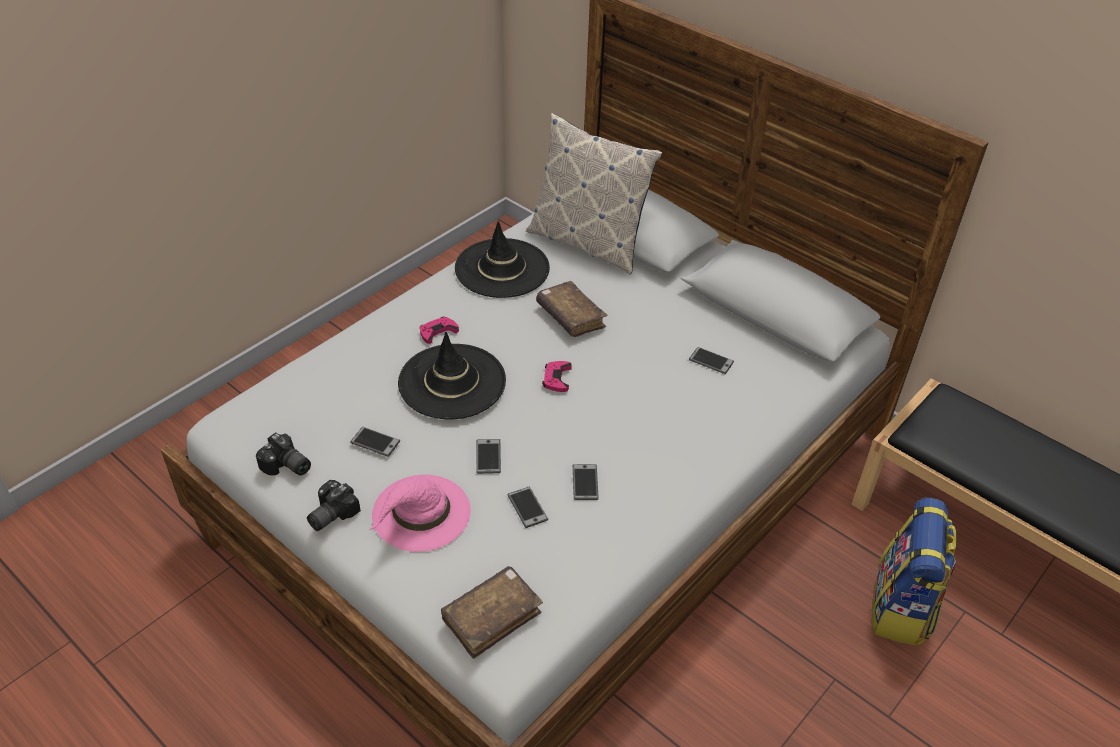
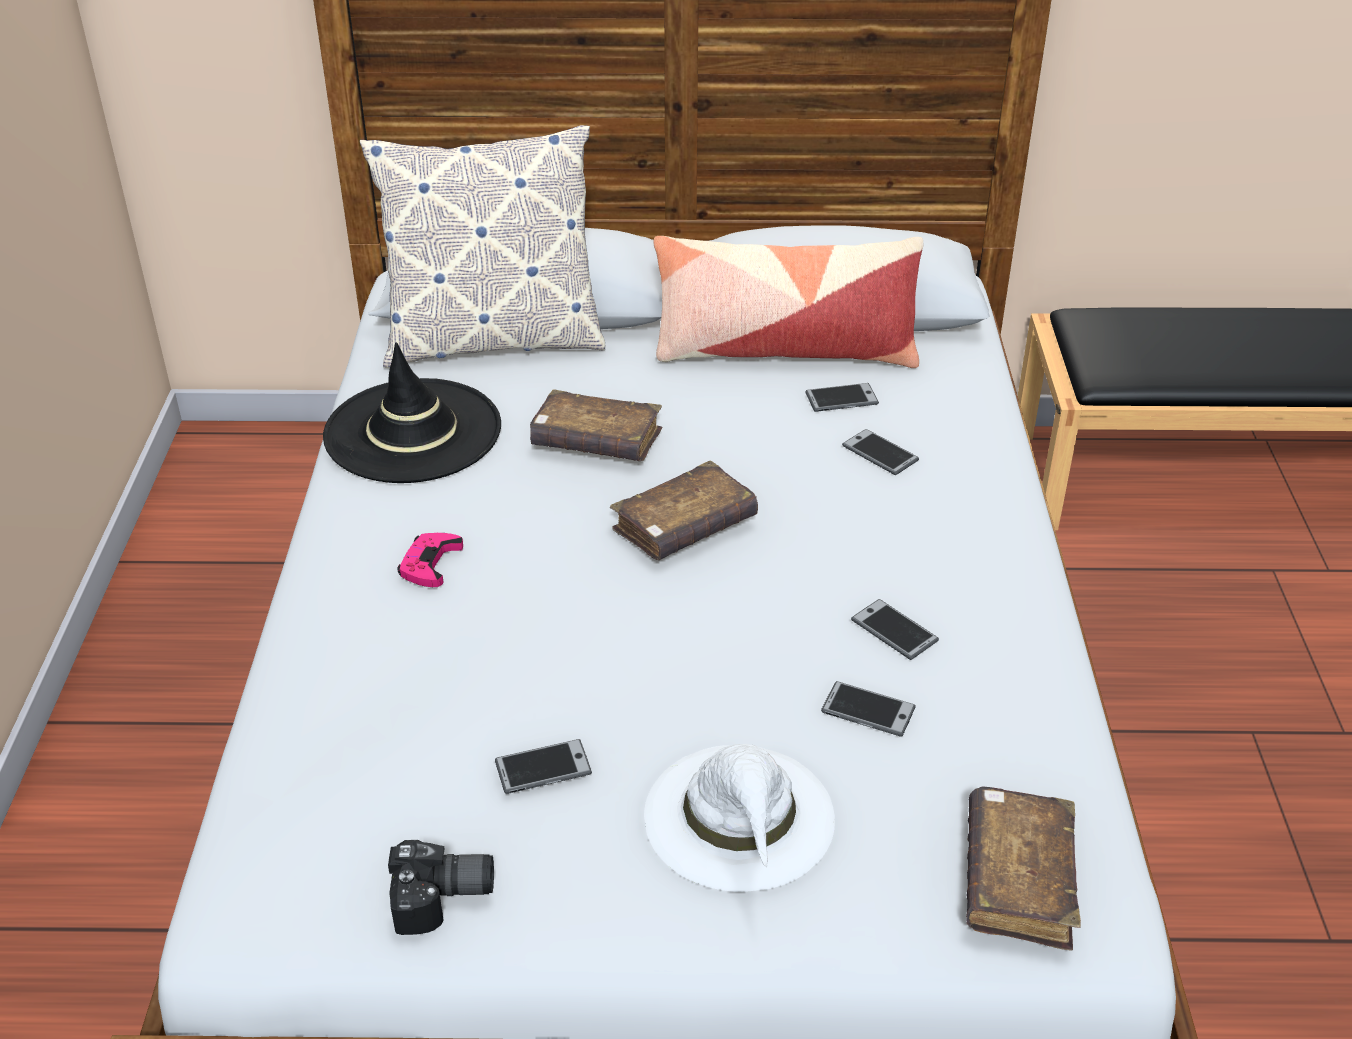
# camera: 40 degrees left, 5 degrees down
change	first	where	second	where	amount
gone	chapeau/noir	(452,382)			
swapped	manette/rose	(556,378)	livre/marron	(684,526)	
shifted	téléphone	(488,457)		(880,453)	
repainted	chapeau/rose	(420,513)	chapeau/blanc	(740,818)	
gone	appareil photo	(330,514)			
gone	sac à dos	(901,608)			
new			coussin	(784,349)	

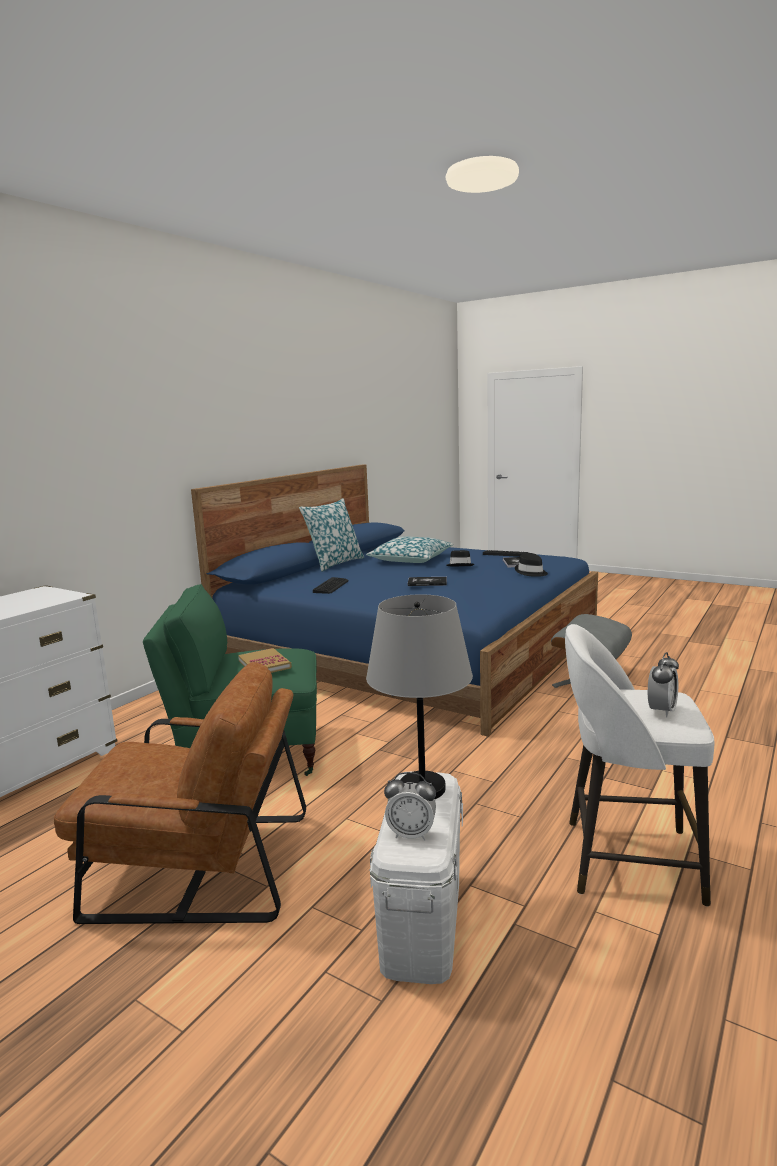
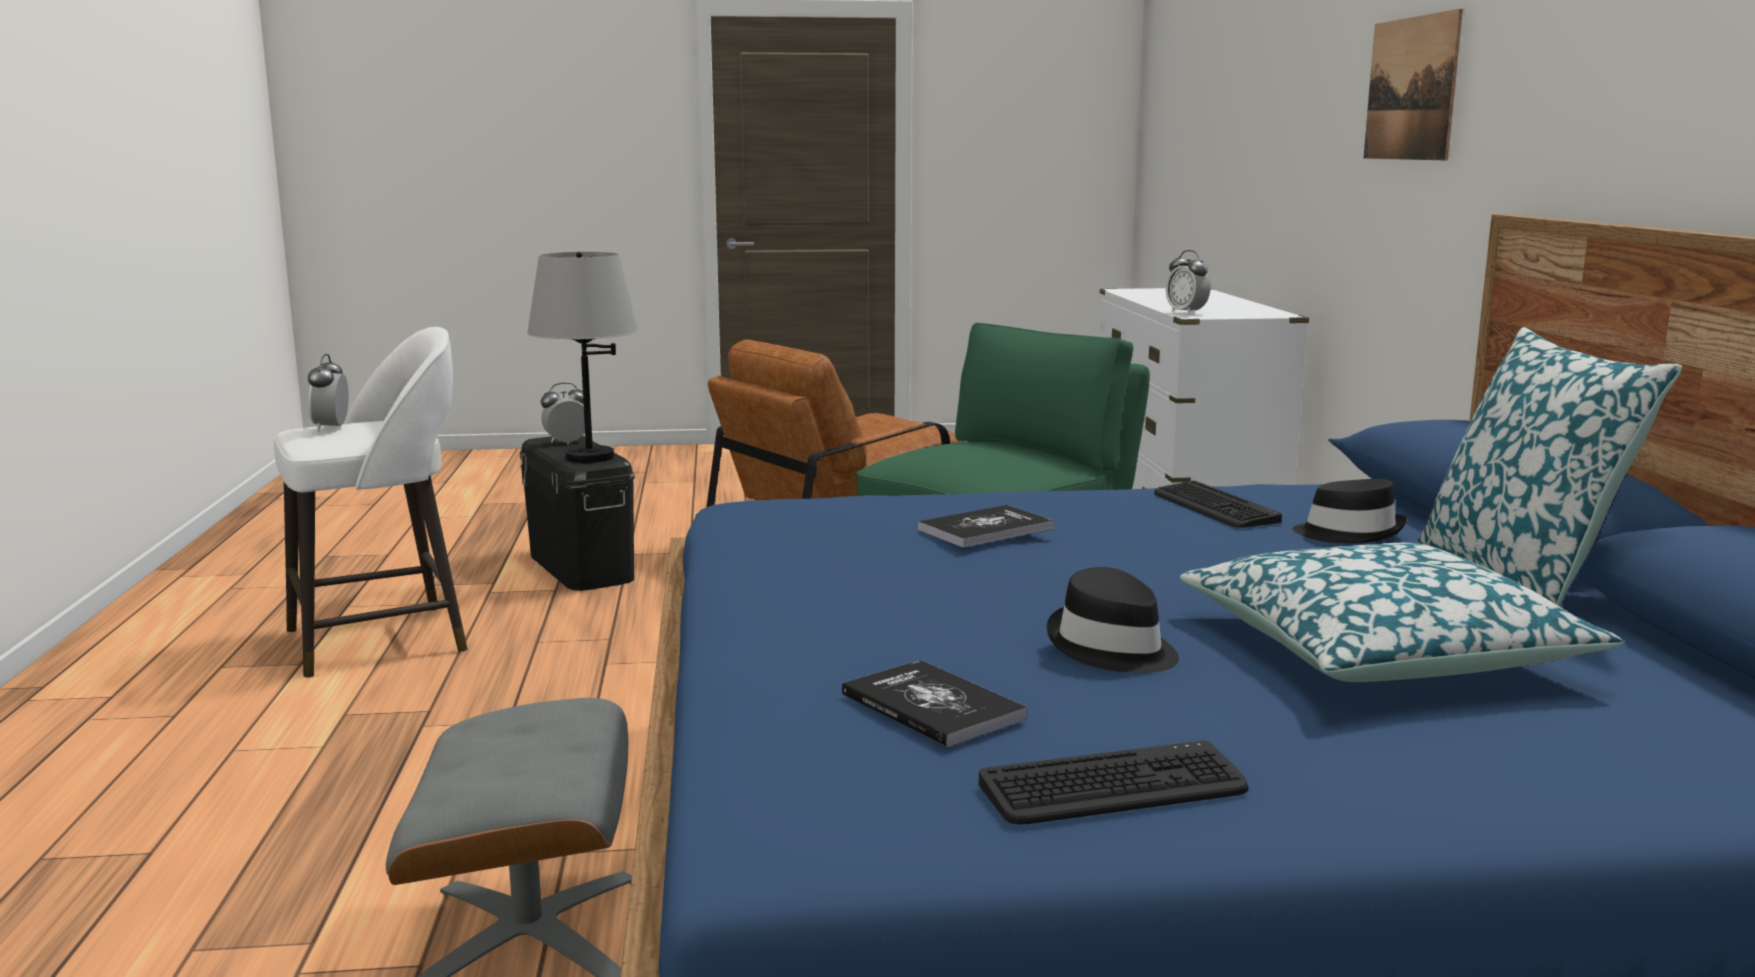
# camera: 140 degrees right, 0 degrees up
change	first	where	second	where	amount
shifted	chapeau/noir	(531,572)		(1349,533)	
gone	livre	(264,664)			
repainted	boîte de rangement/blanc	(422,921)	boîte de rangement/noir	(580,567)	
new			tableau	(1411,88)	
new			réveil	(1186,312)	

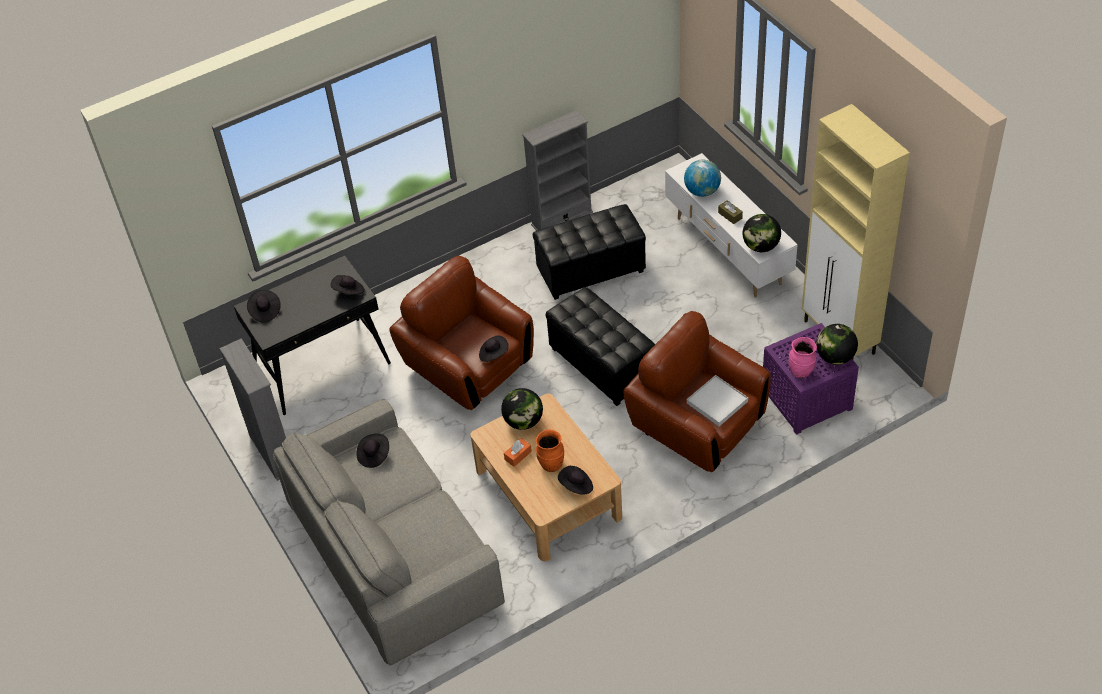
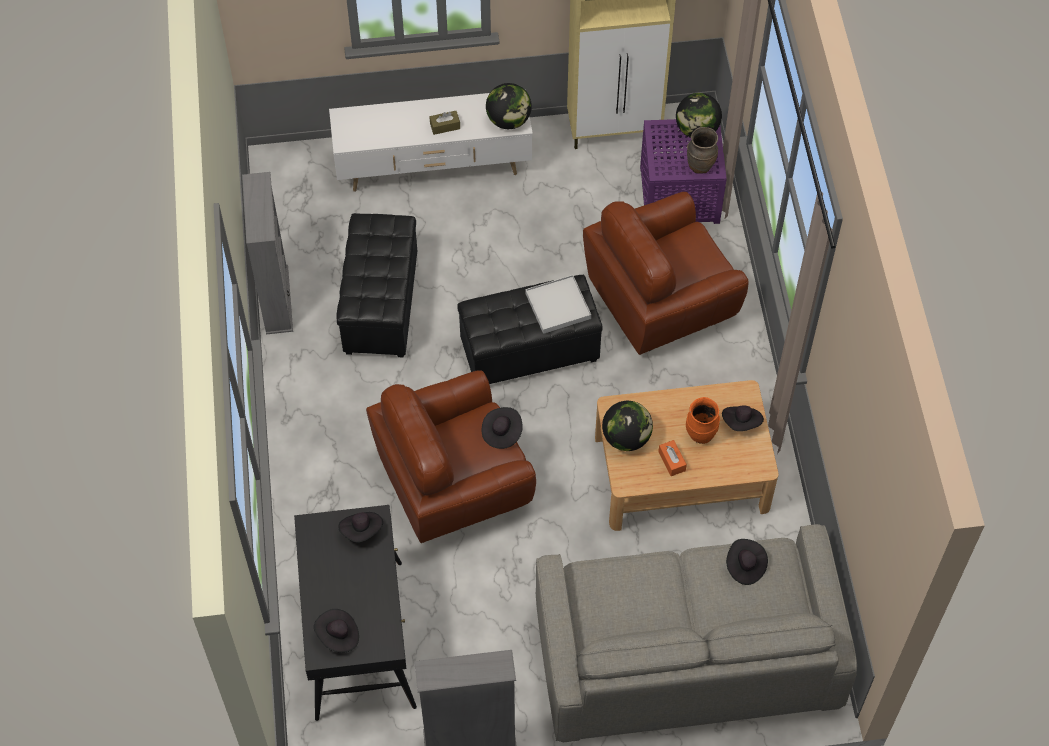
# camera: 70 degrees left, 10 degrees up
change	first	where	second	where	amount
gone	globe	(702,191)			
repainted	vase/rose	(801,372)	vase/marron	(700,165)	
shifted	plateau/blanc	(717,402)		(557,306)	
shifted	chapeau/noir	(374,455)		(745,566)	

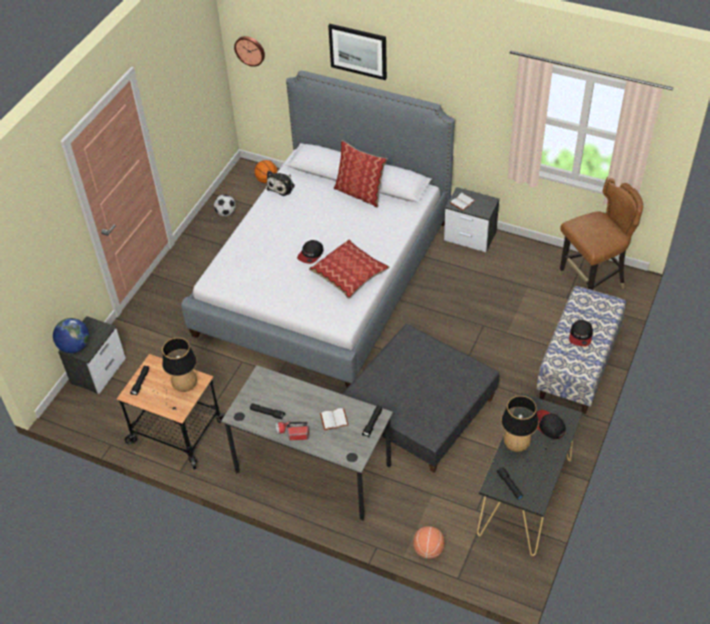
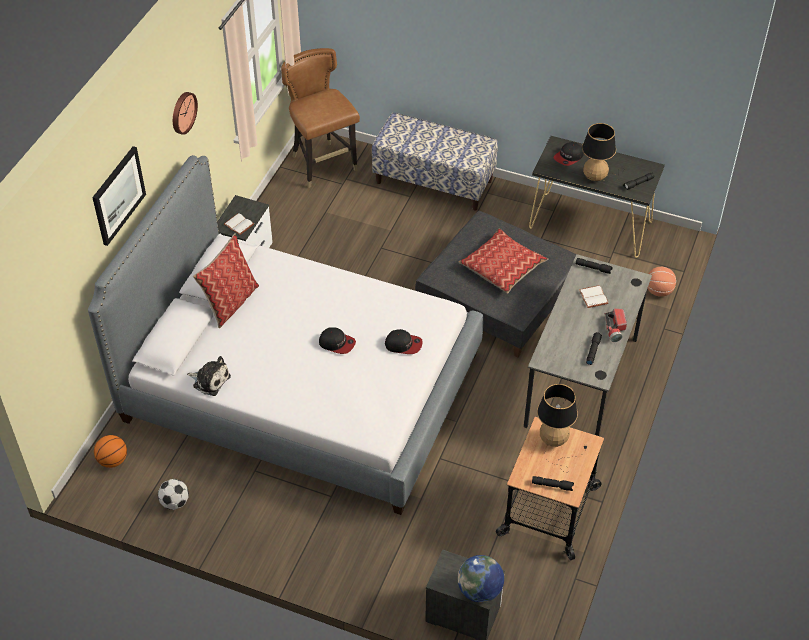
# camera: 95 degrees left, 0 degrees up
change	first	where	second	where	amount
shifted	horloge murale	(250,50)		(182,112)	
shifted	coussin	(349,274)		(502,267)	
shifted	casquette	(581,335)		(403,344)	

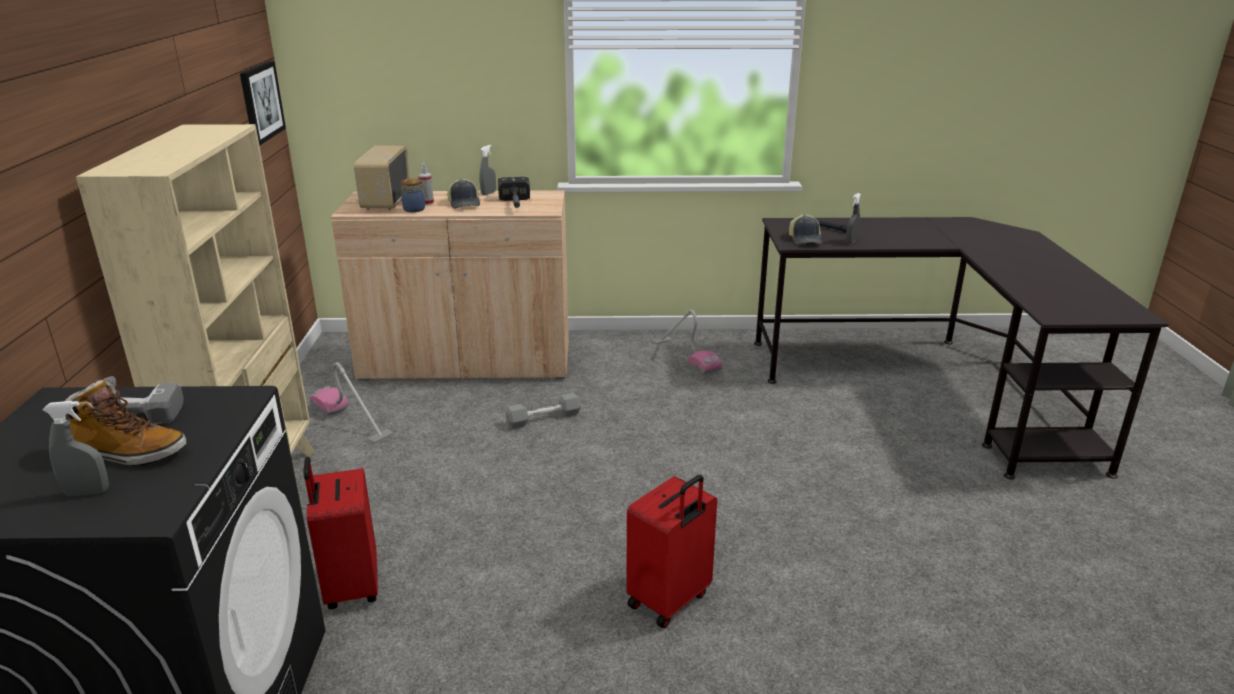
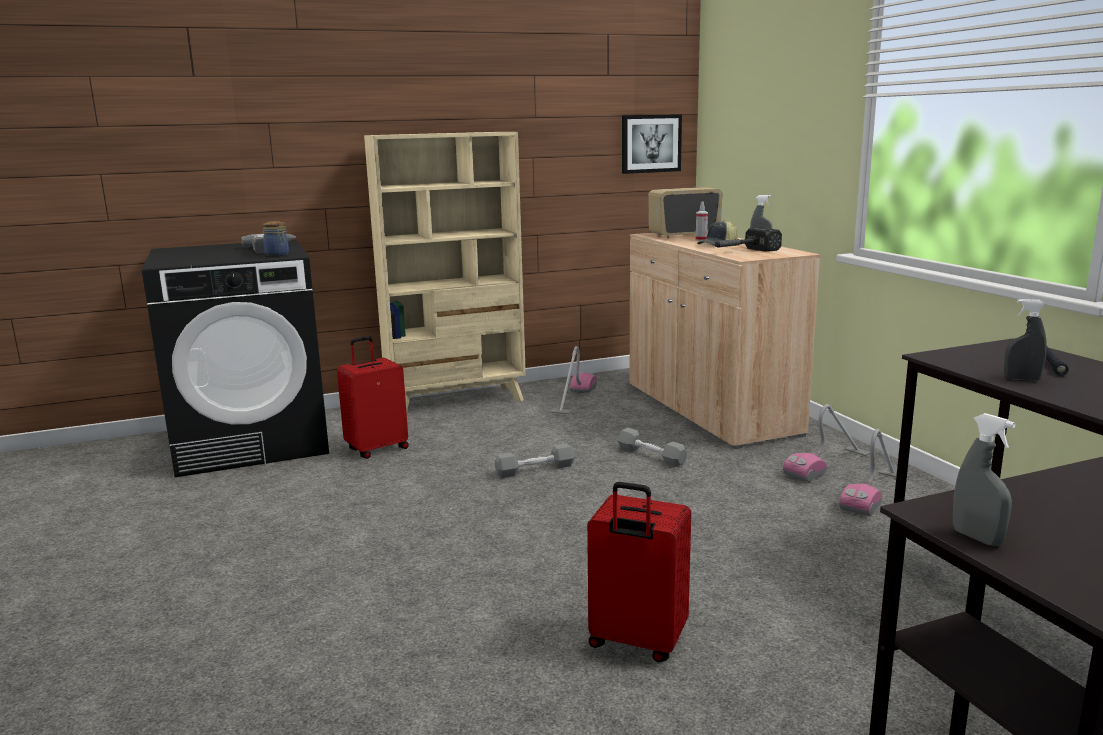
# camera: 70 degrees right, 10 degrees down
change	first	where	second	where	amount
shifted	bocal	(415,209)		(278,255)	
gone	casquette	(805,239)			
gone	botte	(129,453)			
shifted	vaporisateur/gris	(87,492)		(977,538)	
shifted	valise/rouge	(670,601)		(636,642)	
new			aspirateur	(828,465)	
new			haltère/gris	(535,470)	

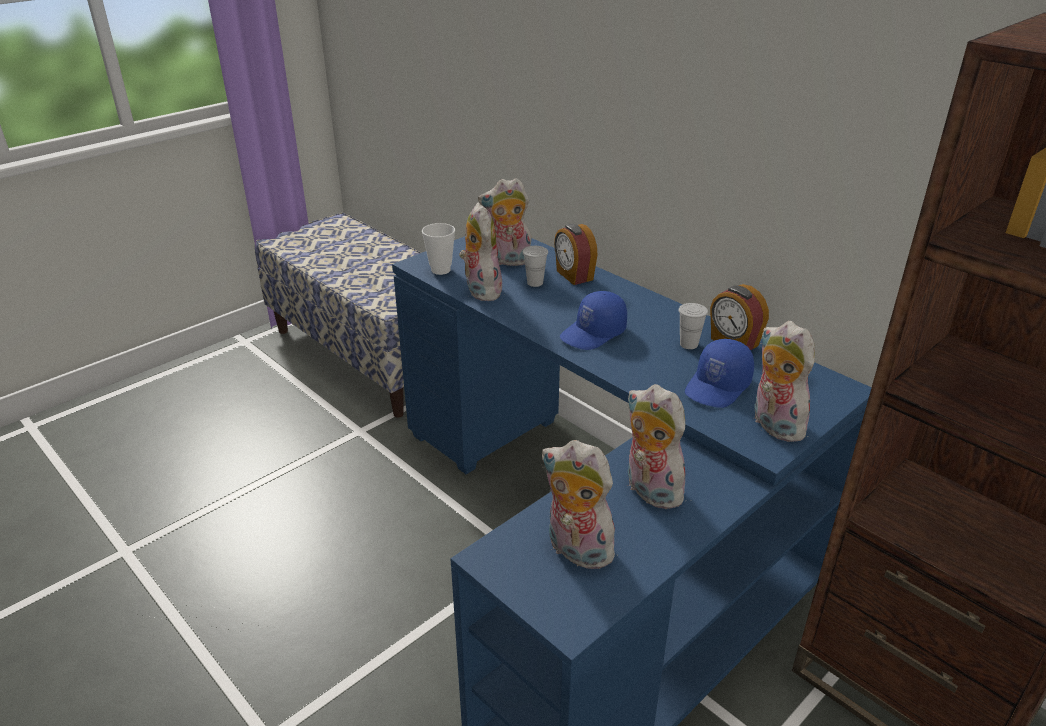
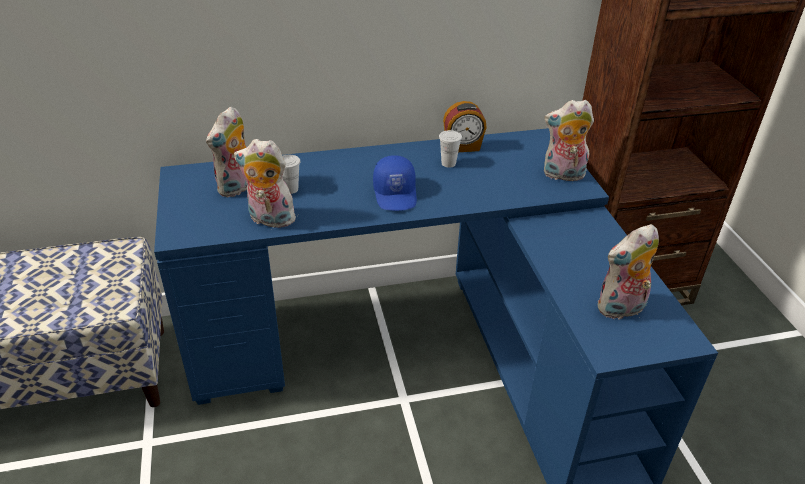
# camera: 60 degrees left, 5 degrees up
change	first	where	second	where	amount
gone	tasse	(440,270)			
gone	réveil	(573,275)			
gone	casquette/bleu	(718,387)			
gone	peluche	(649,490)			

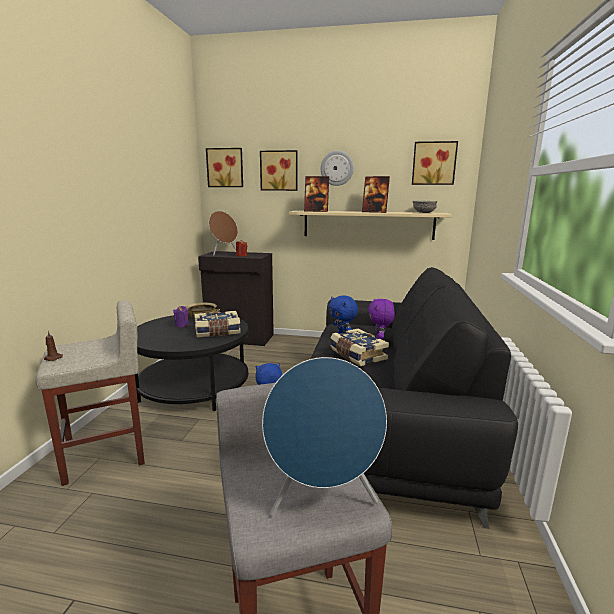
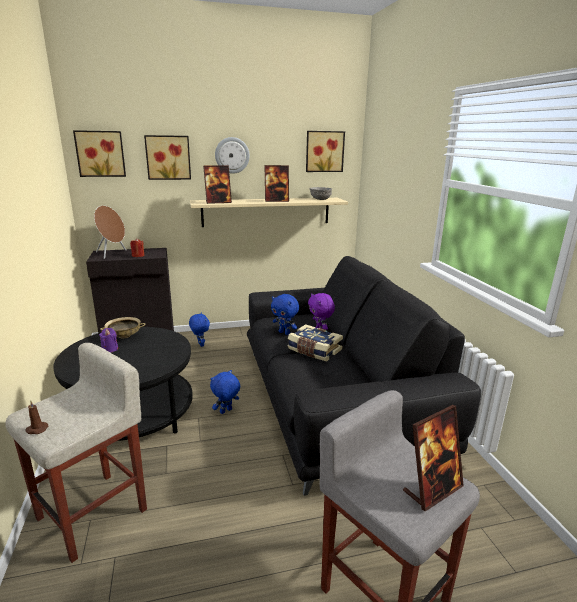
# camera: 25 degrees left, 5 degrees up
change	first	where	second	where	amount
gone	livre	(217,332)			
swapped	enceinte/bleu	(323,500)	cadre photo	(432,489)	
new			peluche/bleu	(200,344)	

